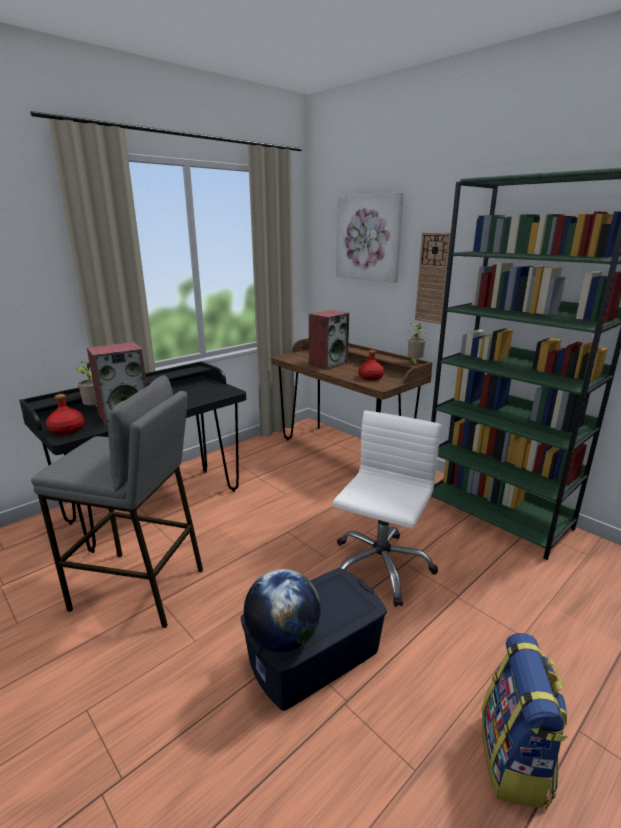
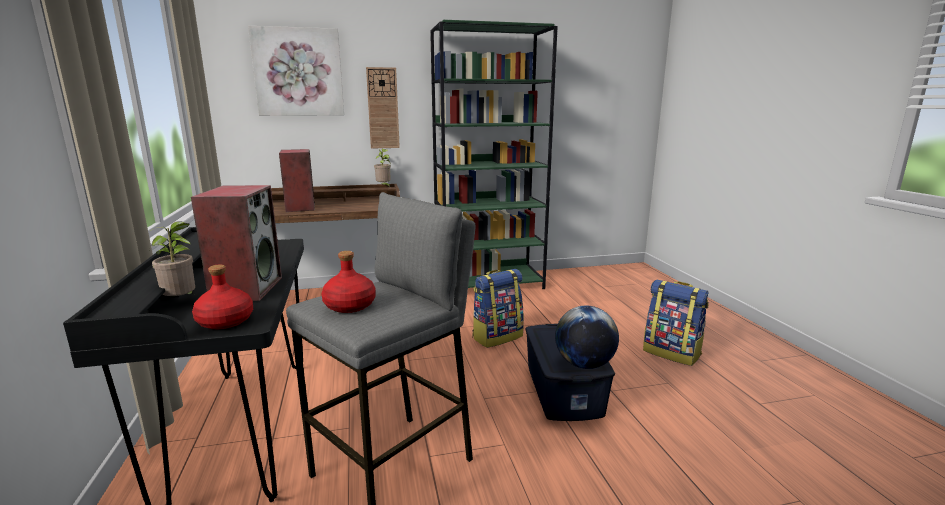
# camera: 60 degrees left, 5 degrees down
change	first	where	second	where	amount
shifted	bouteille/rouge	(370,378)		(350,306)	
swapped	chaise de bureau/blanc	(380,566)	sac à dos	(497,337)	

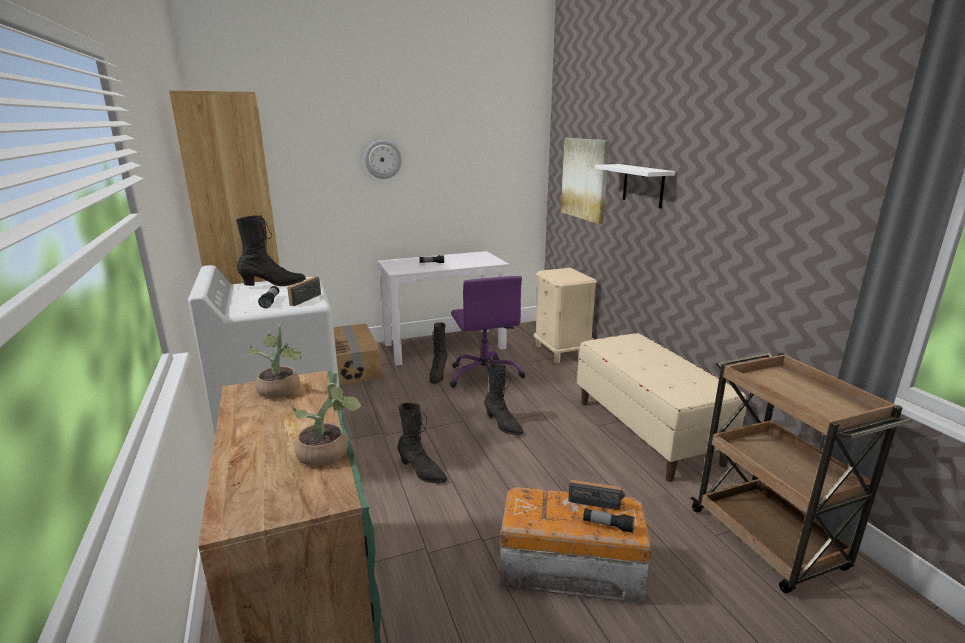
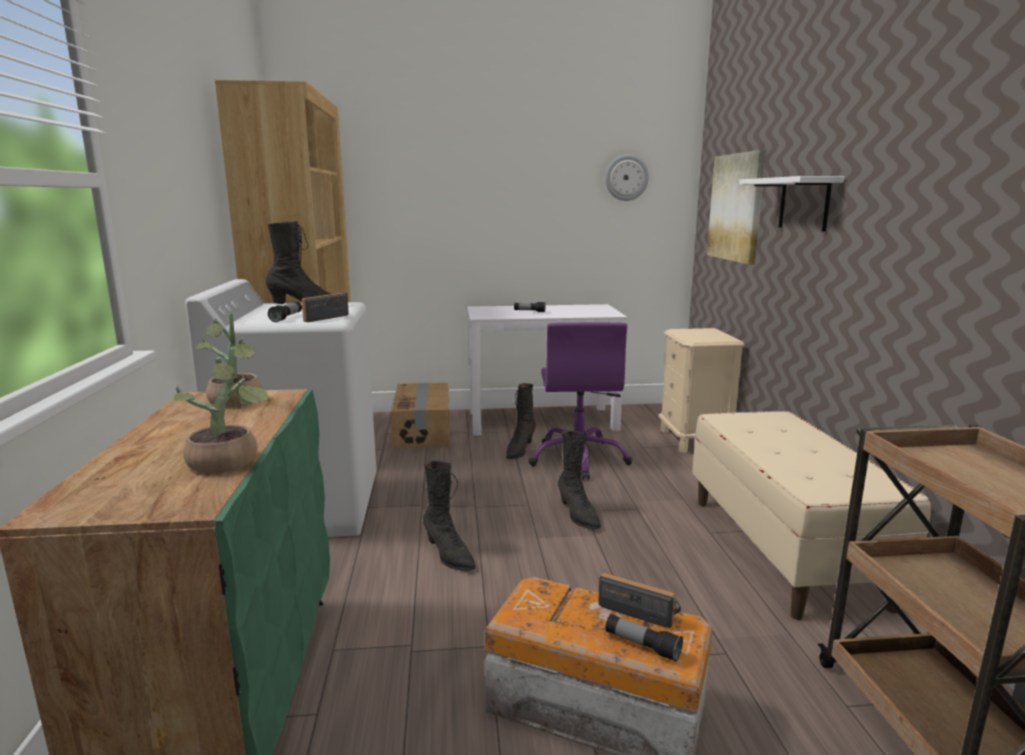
# camera: 15 degrees right, 5 degrees down
change	first	where	second	where	amount
shifted	horloge murale	(383,159)		(626,177)	

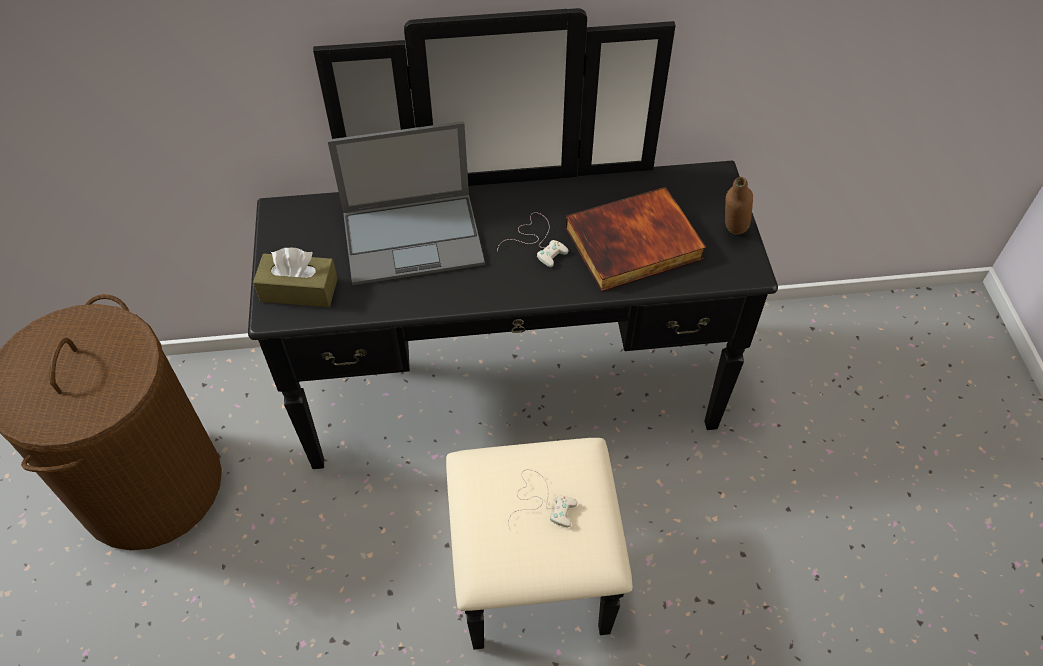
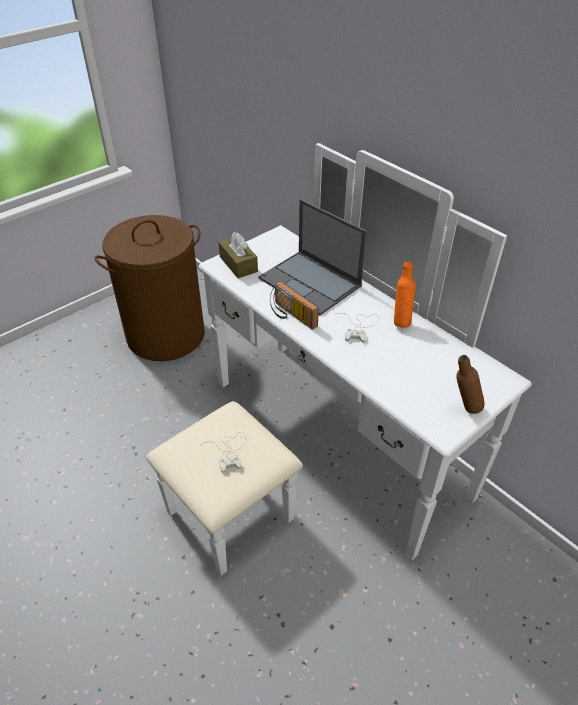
# camera: 55 degrees right, 10 degrees down
change	first	where	second	where	amount
repainted	commode/noir	(517,430)	commode/blanc	(315,454)	
gone	livre	(633,245)			
new			bouteille/orange	(401,321)	
new			radio	(290,316)	

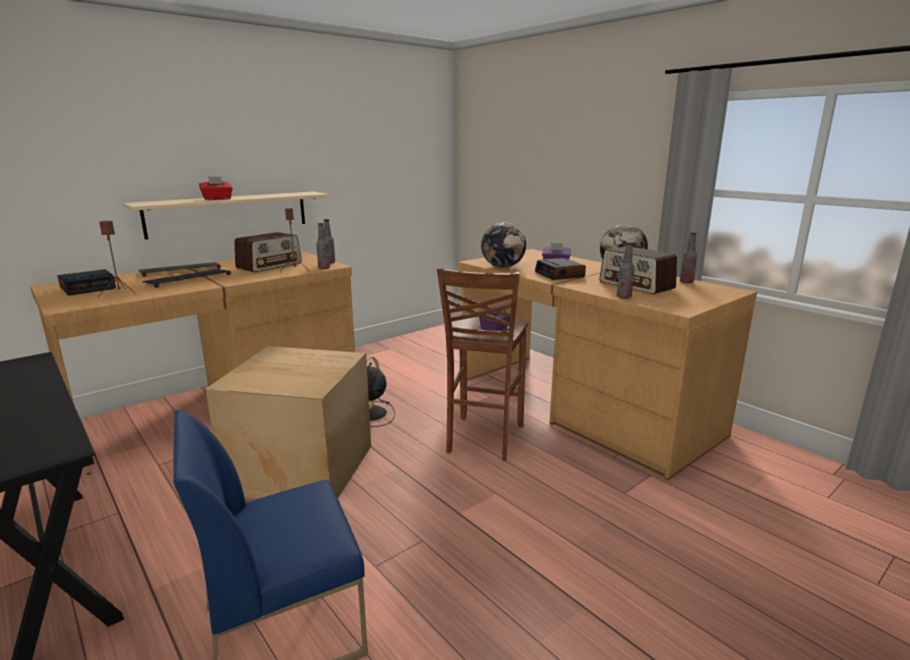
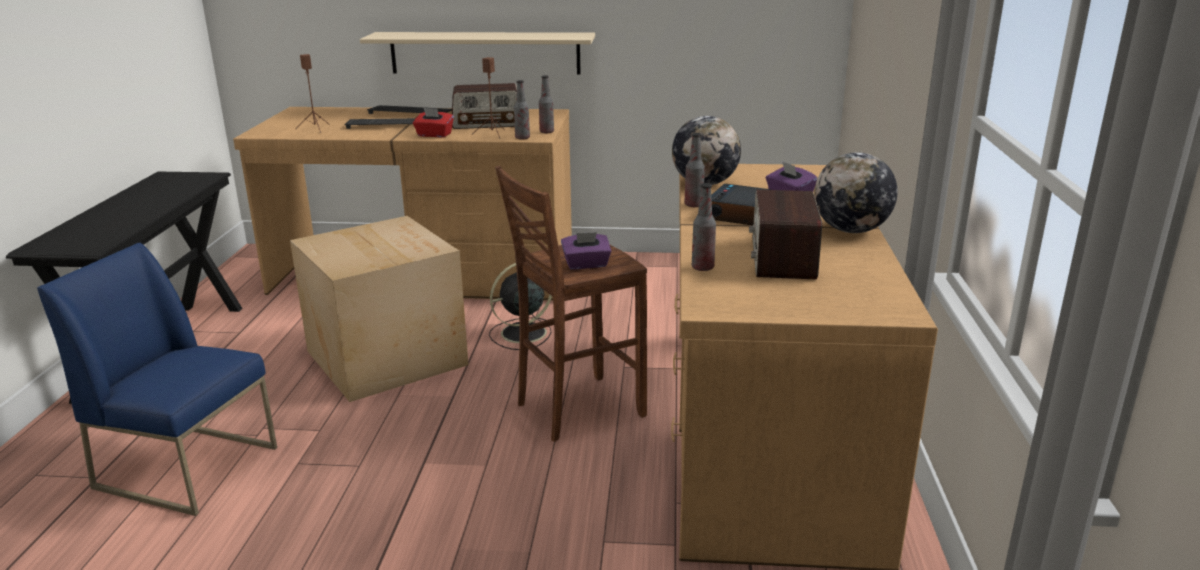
# camera: 45 degrees right, 5 degrees up
change	first	where	second	where	amount
shifted	boîte à mouchoirs/rouge	(217,199)		(434,135)	
shifted	bouteille	(686,282)		(693,205)	
gone	réveil	(88,288)			

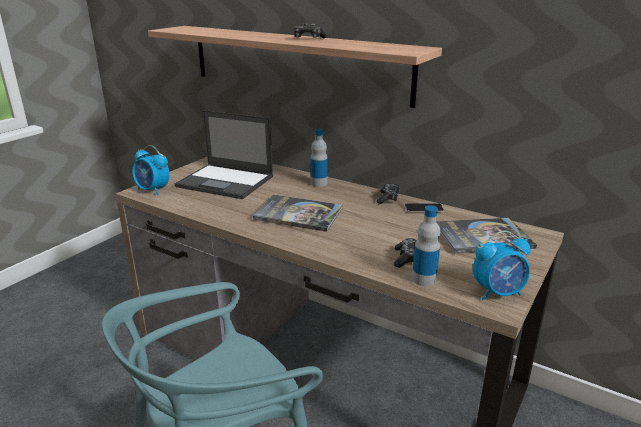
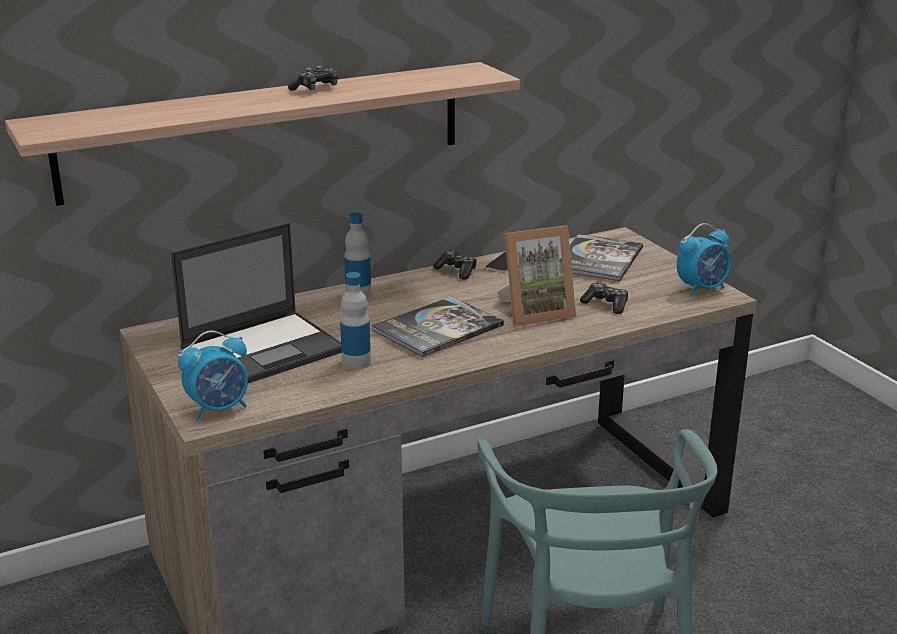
# camera: 60 degrees left, 0 degrees up
change	first	where	second	where	amount
shifted	bouteille	(424,279)		(356,362)	
rotated	réveil	(498,293)		(702,288)	45 degrees clockwise
new			cadre photo	(535,312)	

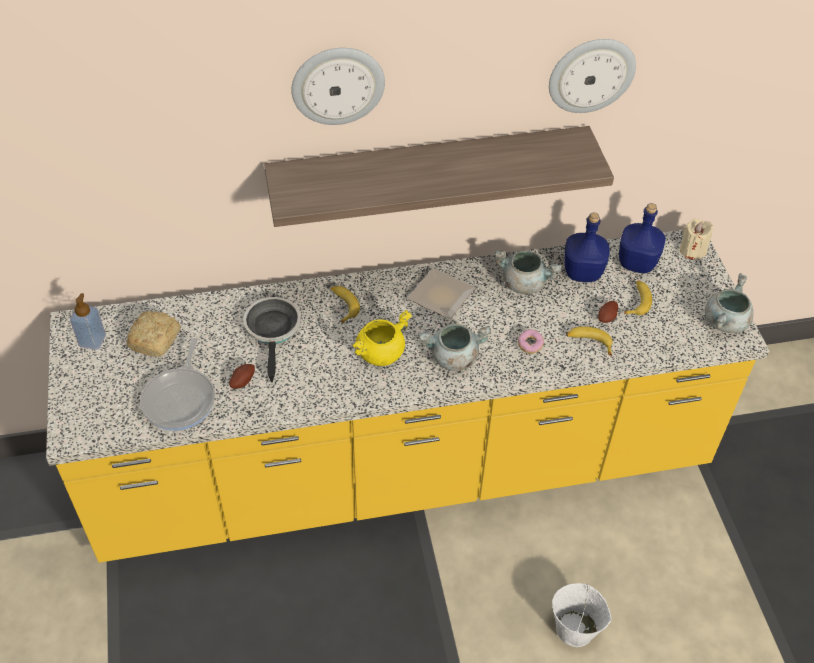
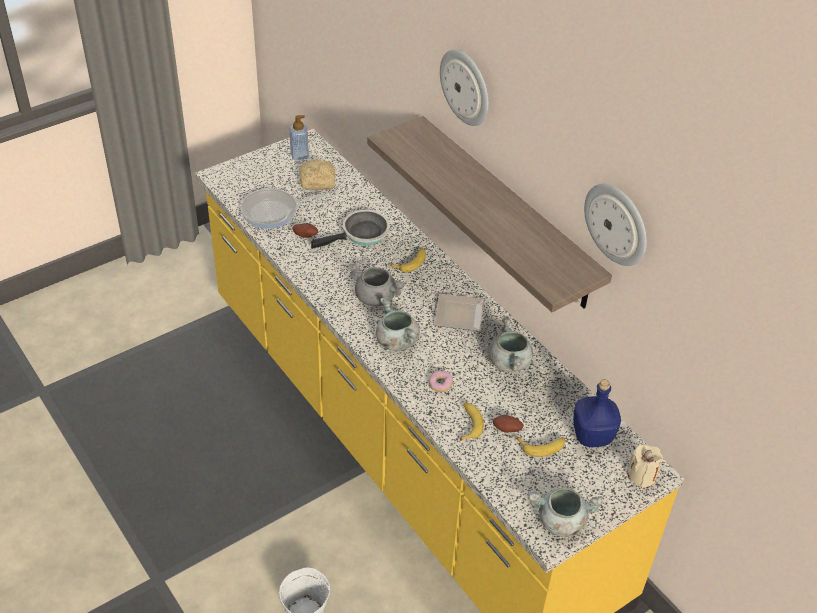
# camera: 65 degrees right, 5 degrees down
change	first	where	second	where	amount
gone	bouteille/bleu	(581,272)			
repainted	marmite/jaune	(380,352)	marmite/gris	(376,297)	

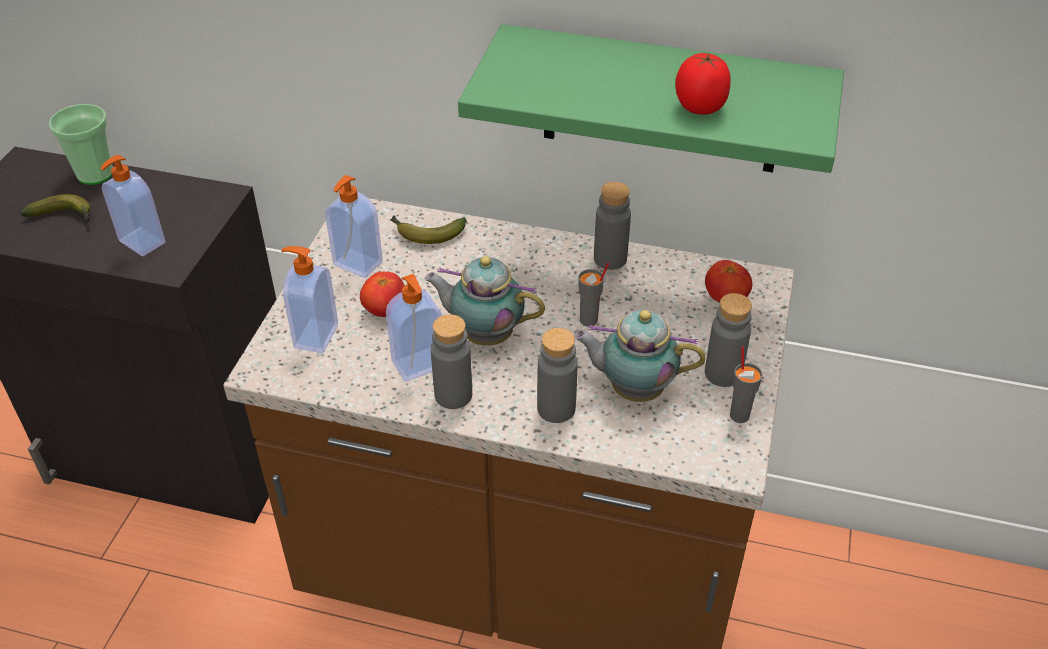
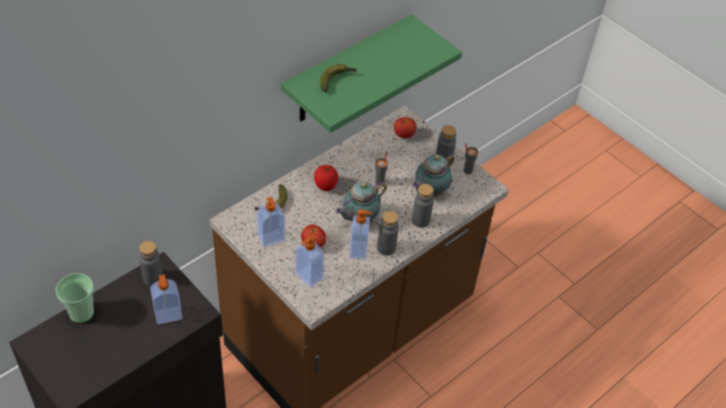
# camera: 60 degrees left, 5 degrees up
change	first	where	second	where	amount
shifted	tomate	(700,107)		(325,186)	
shifted	bouteille/gris	(610,259)		(153,278)	
shifted	banane	(65,217)		(336,80)	

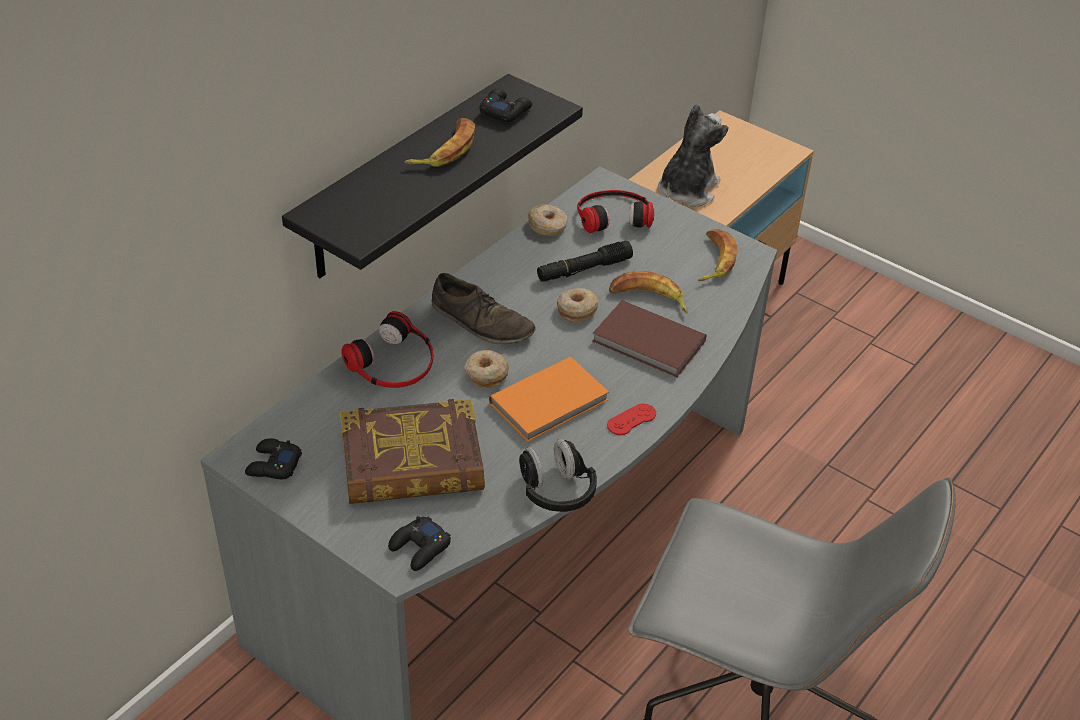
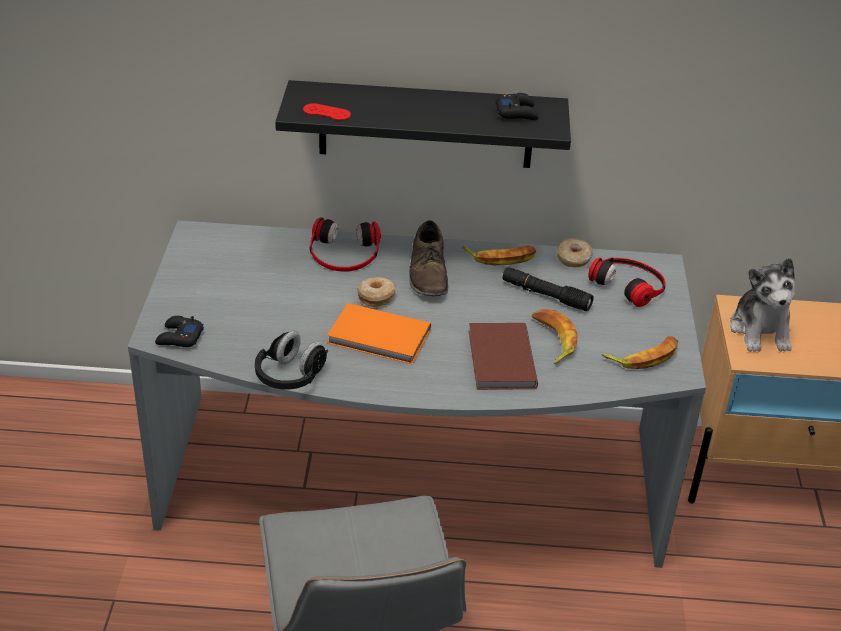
# camera: 55 degrees right, 5 degrees down
change	first	where	second	where	amount
rotated	peluche	(686,190)		(760,330)	90 degrees clockwise
shifted	banane	(445,149)		(501,257)	
gone	beignet	(577,310)			
gone	livre	(412,463)			
shifted	manette/rouge	(631,419)		(326,112)	
gone	manette/noir	(273,465)			

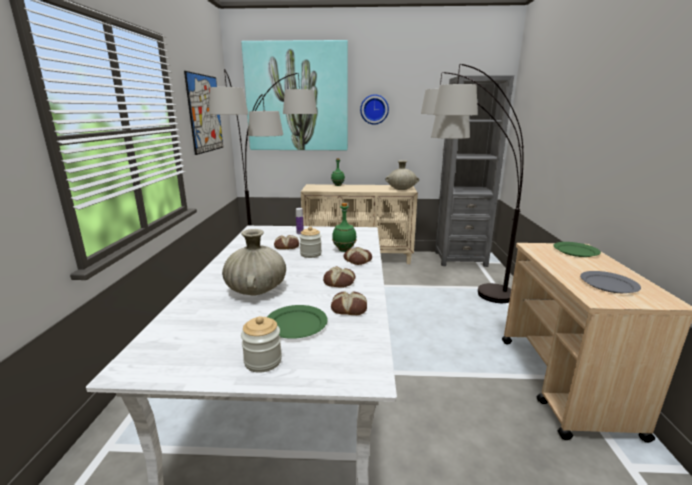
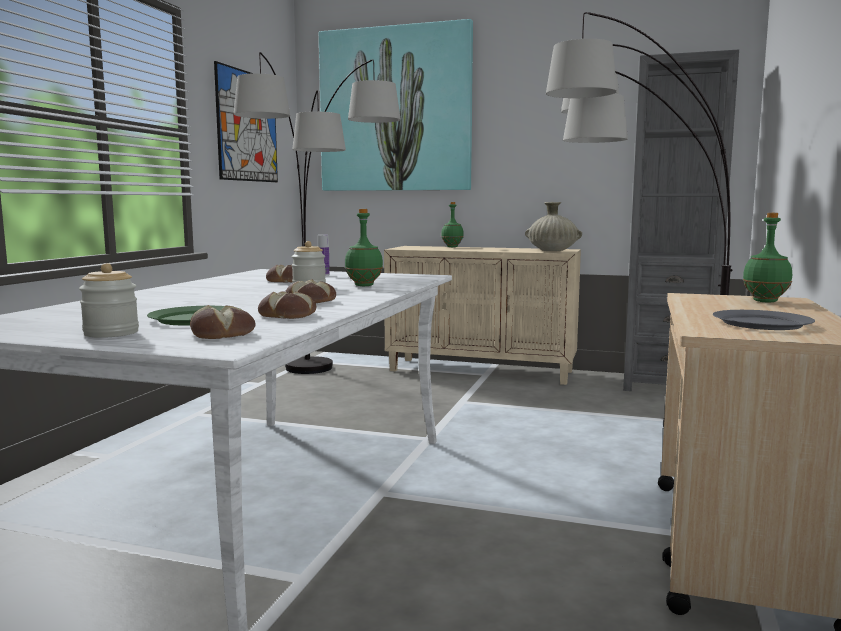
# camera: 15 degrees right, 10 degrees down
change	first	where	second	where	amount
gone	horloge murale	(374,109)			
gone	vase/beige	(256,290)			
swapped	assiette/vert	(576,251)	bouteille/vert	(766,301)	
shifted	pain	(358,260)		(223,333)	

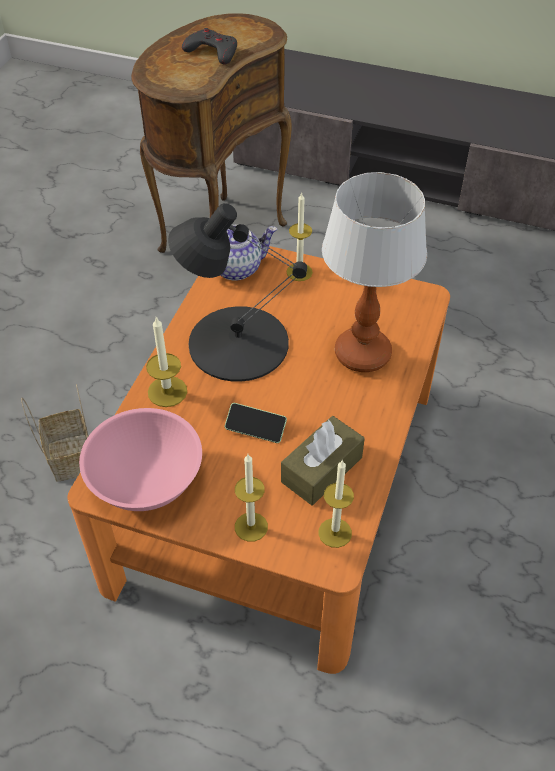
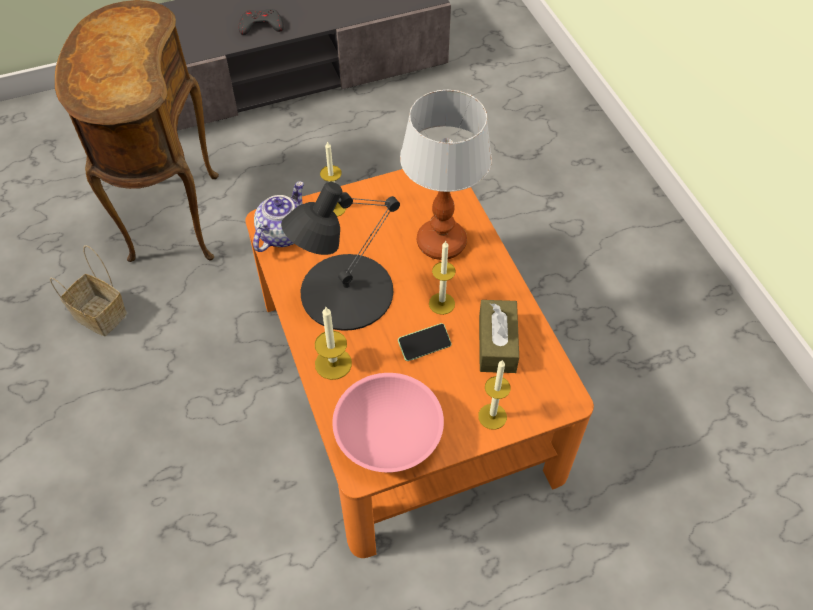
# camera: 40 degrees left, 5 degrees up
change	first	where	second	where	amount
shifted	manette/gris	(212,51)		(261,26)	
shifted	panier	(69,456)		(98,315)	
shifted	bougie	(335,532)		(441,303)	

